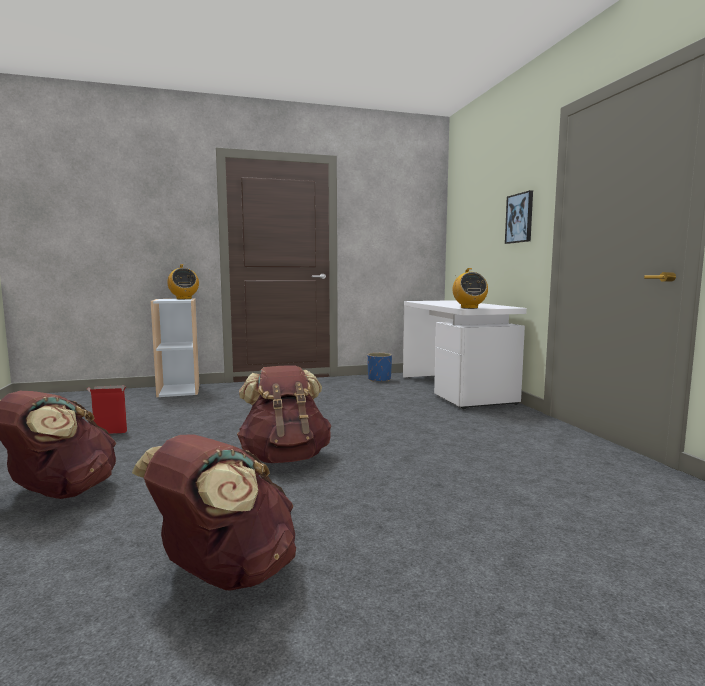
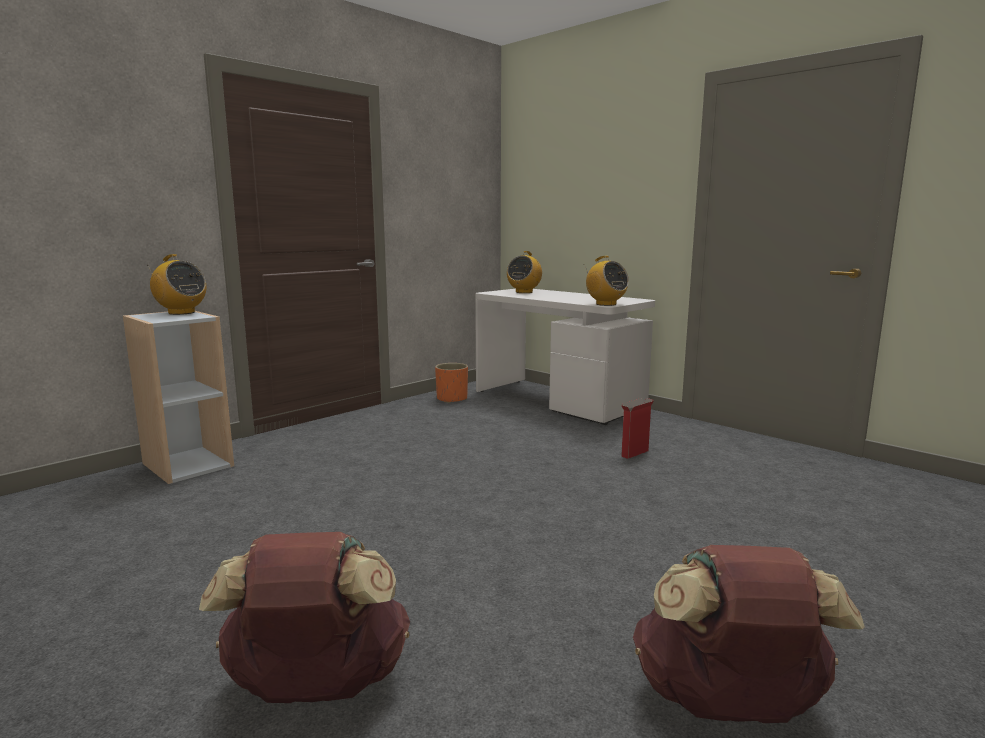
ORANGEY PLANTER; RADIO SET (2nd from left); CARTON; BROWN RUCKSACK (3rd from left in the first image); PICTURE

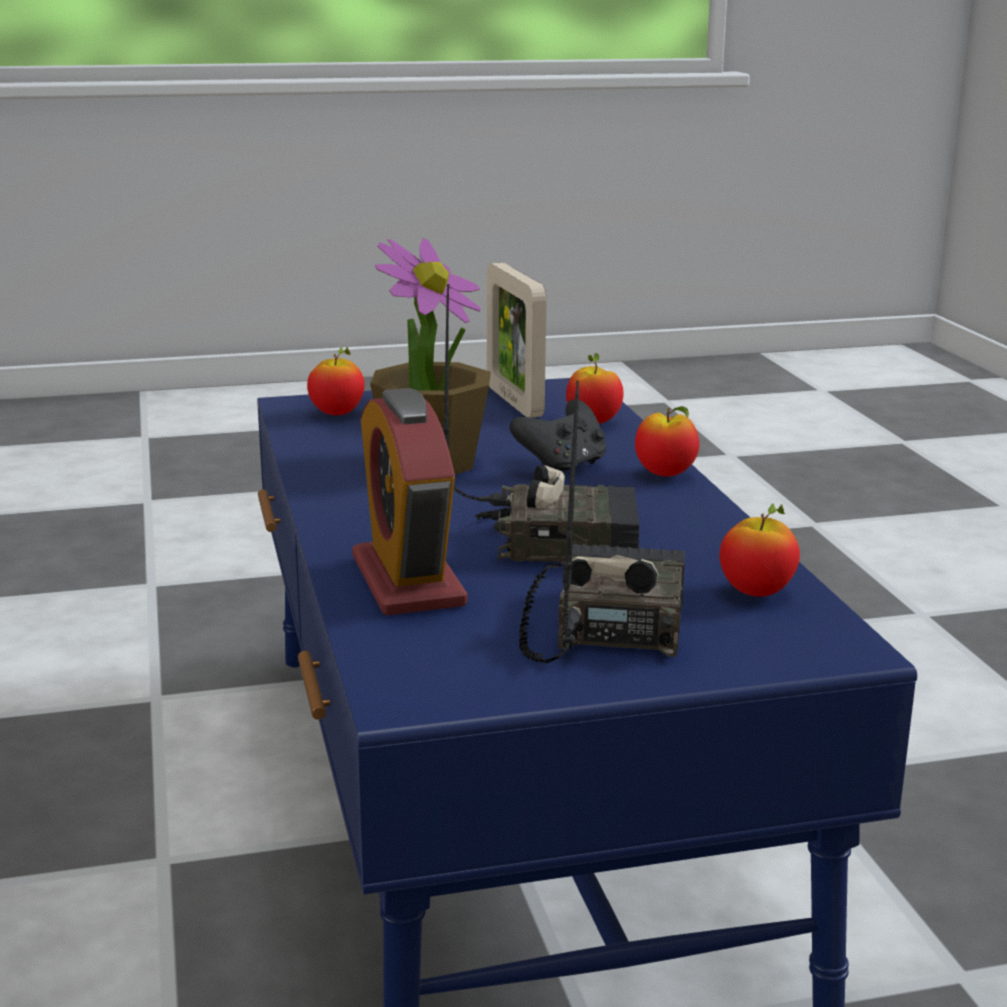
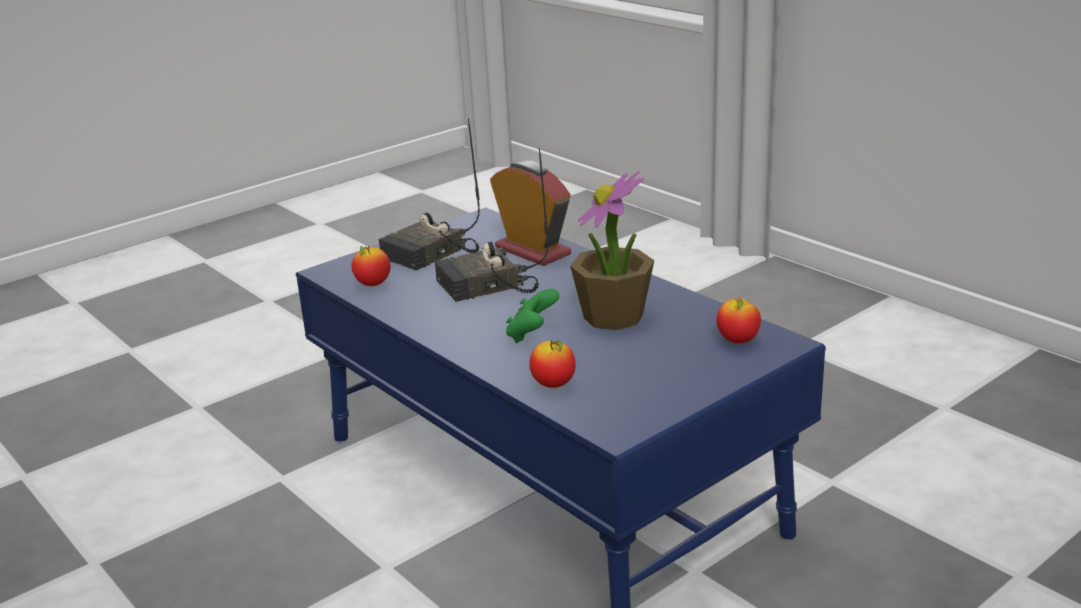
RADIO SET (1st from left); GREENISH GAME CONTROLLER; PHOTO FRAME; APPLE FRUIT (3rd from left in the first image)

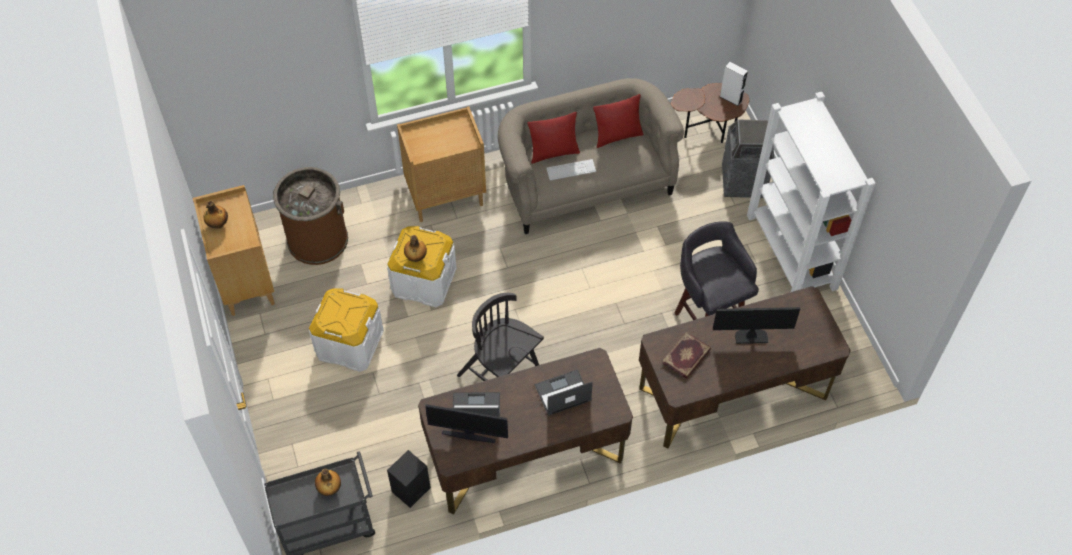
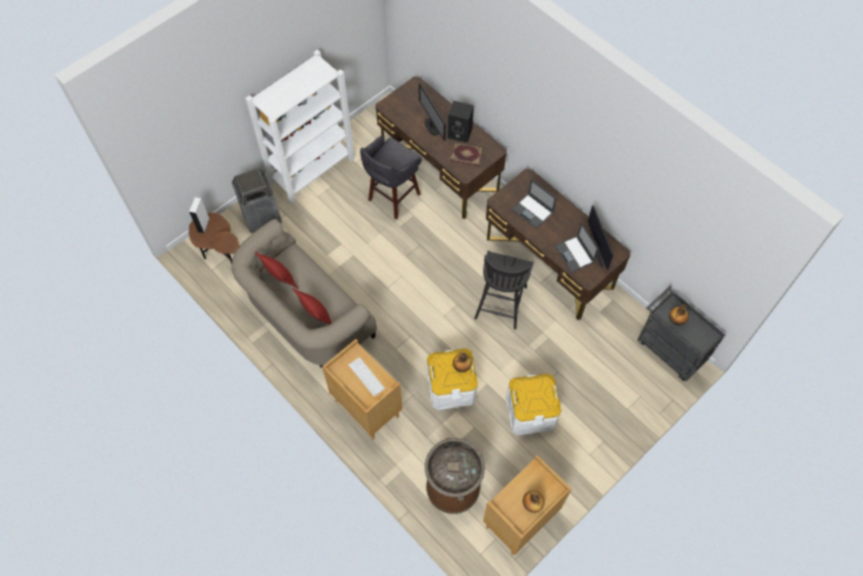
KEYBOARD; BLACKISH SPEAKER

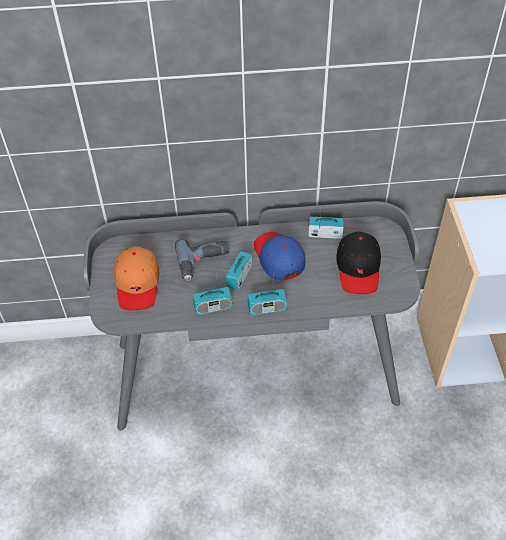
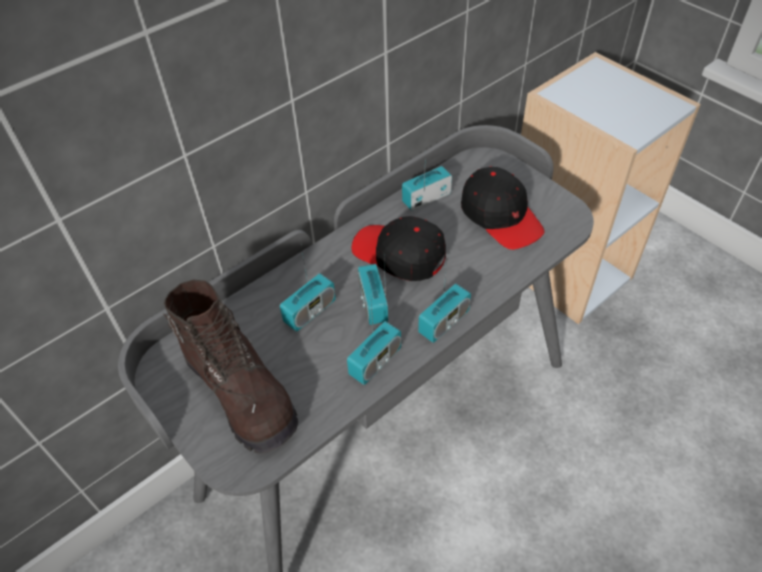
BROWN HIGH-TOP BOOT; RADIO SET (1st from left); BLACKISH CAP (1st from left)

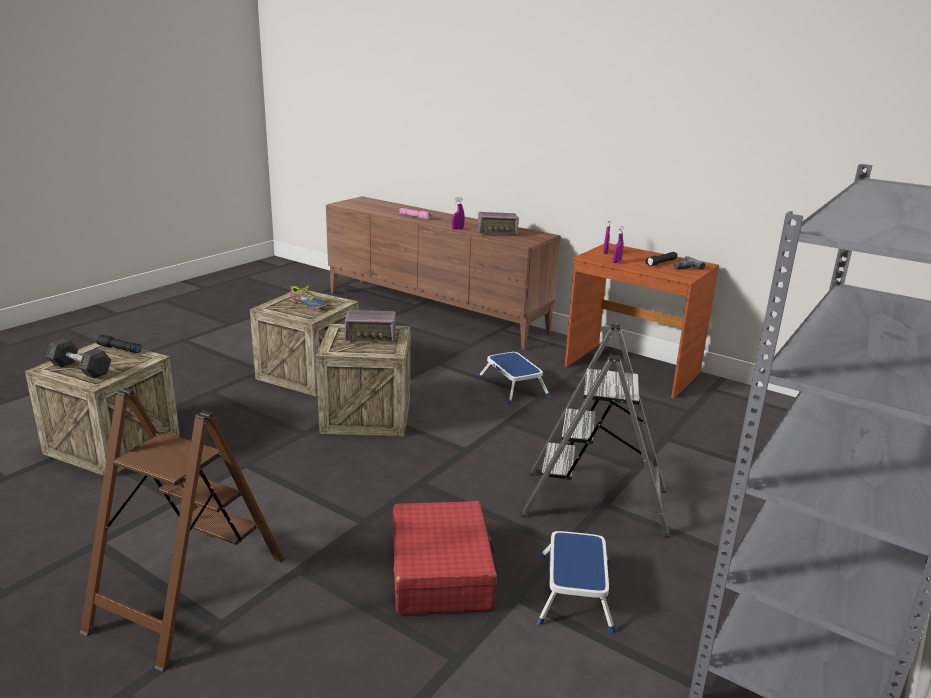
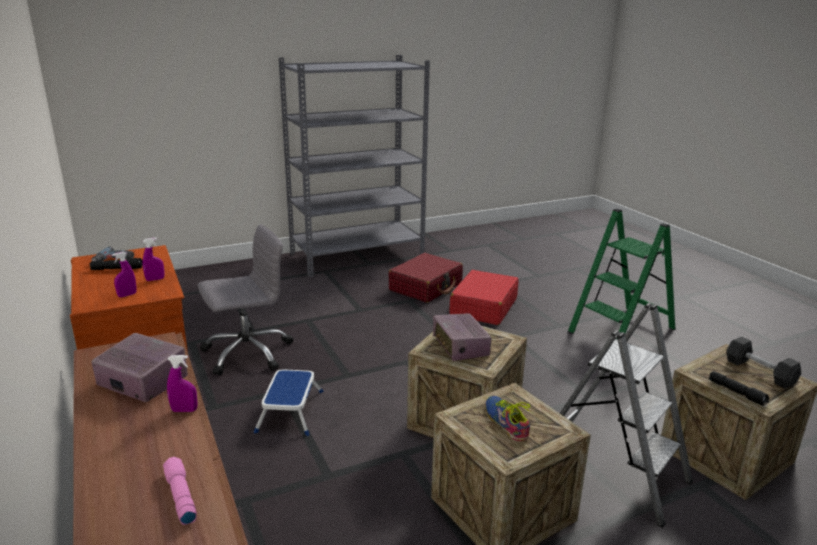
GRAY DESK CHAIR; RED-COLOURED SUITCASE (1st from left); RADIO SET (2nd from left); GRAY STEPLADDER; GREENISH STEPLADDER

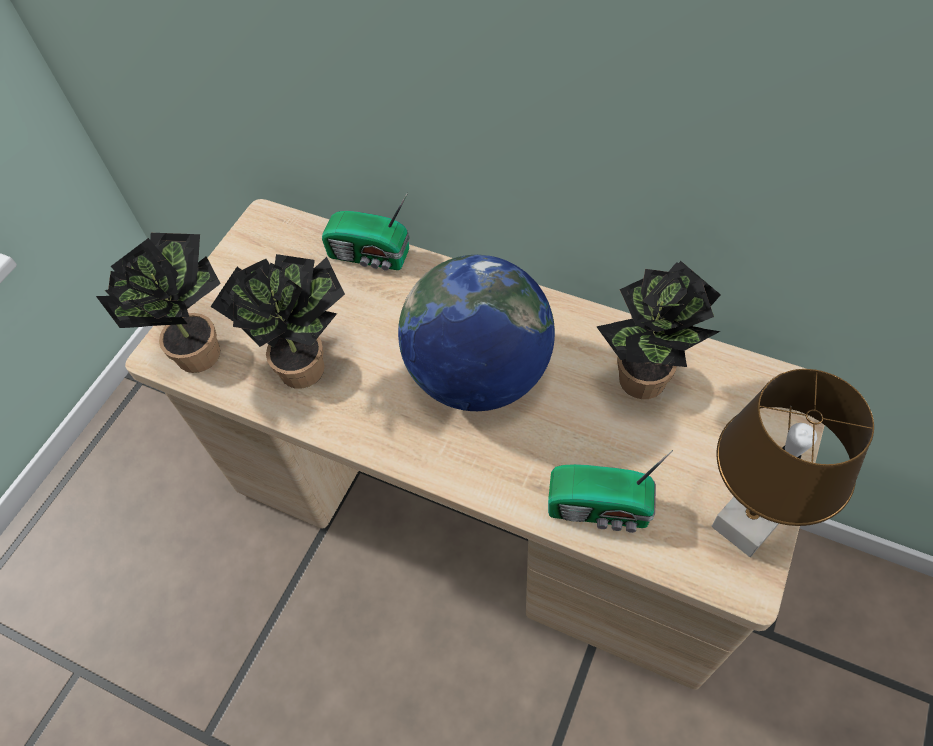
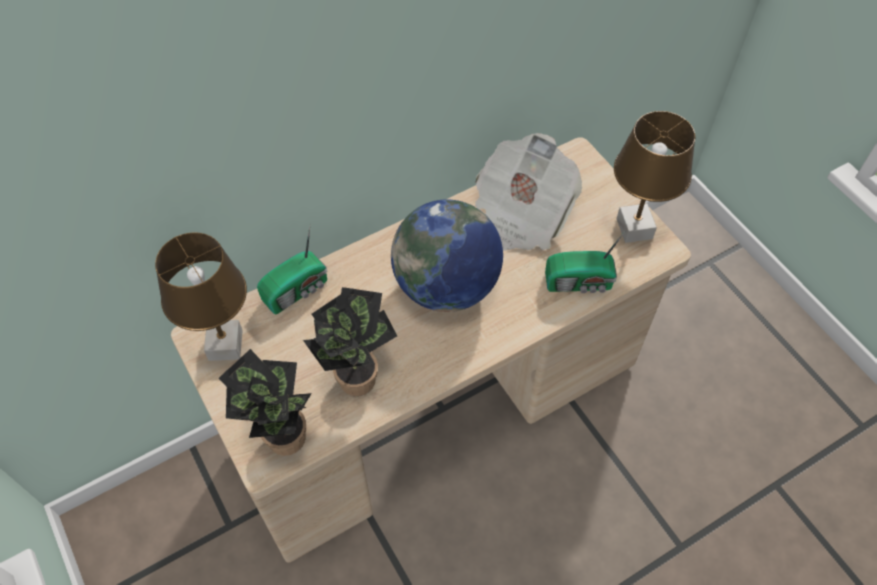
BROWN TABLE LAMP (1st from left); PRINTED PAPER; RADIO SET (2nd from left)

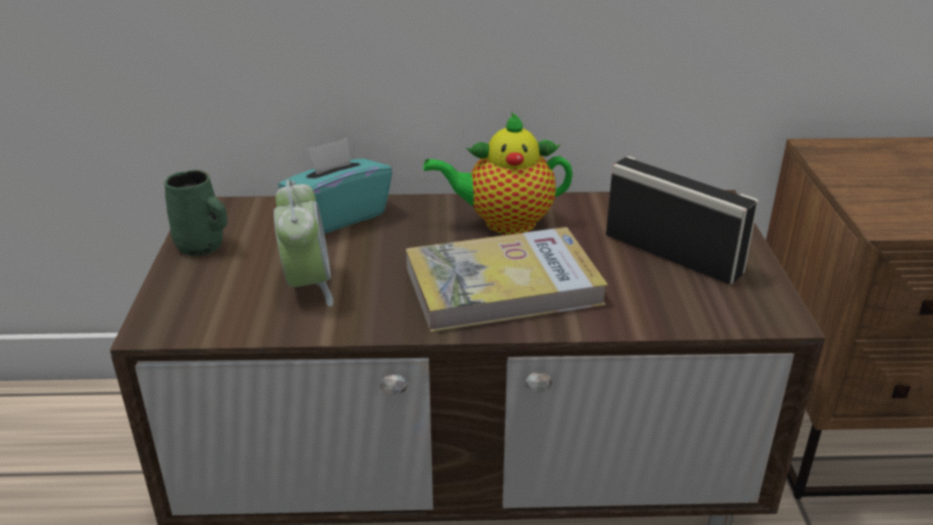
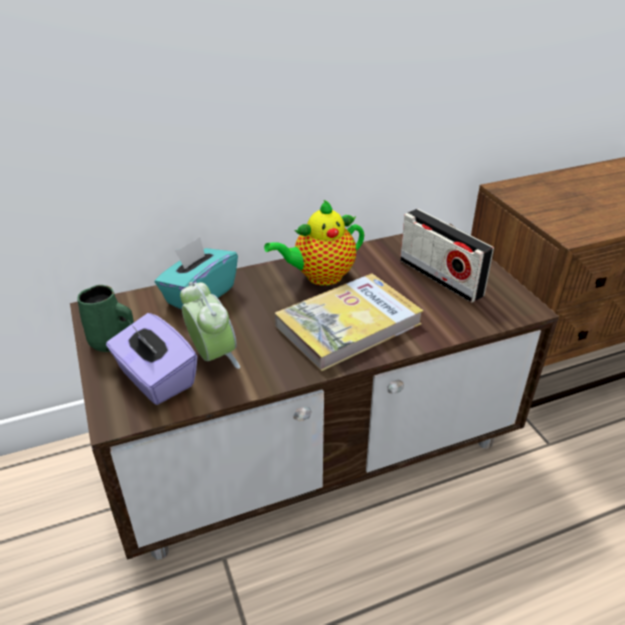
PURPLE-COLOURED BOX OF TISSUES; RADIO SET

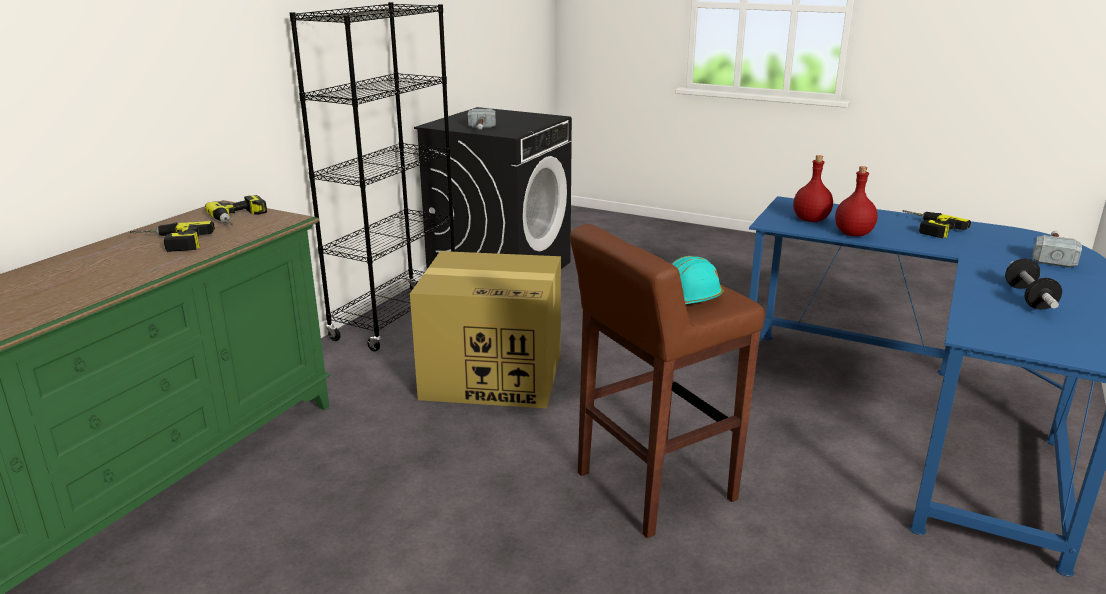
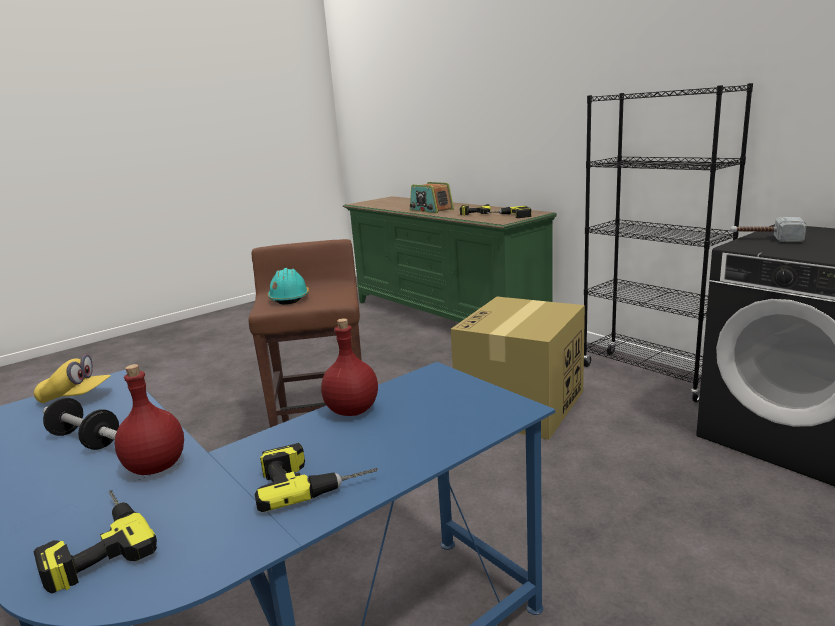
YELLOW-COLOURED CAP; ELECTRIC DRILL (1st from left); RED-COLOURED BOTTLE (1st from left); RADIO SET

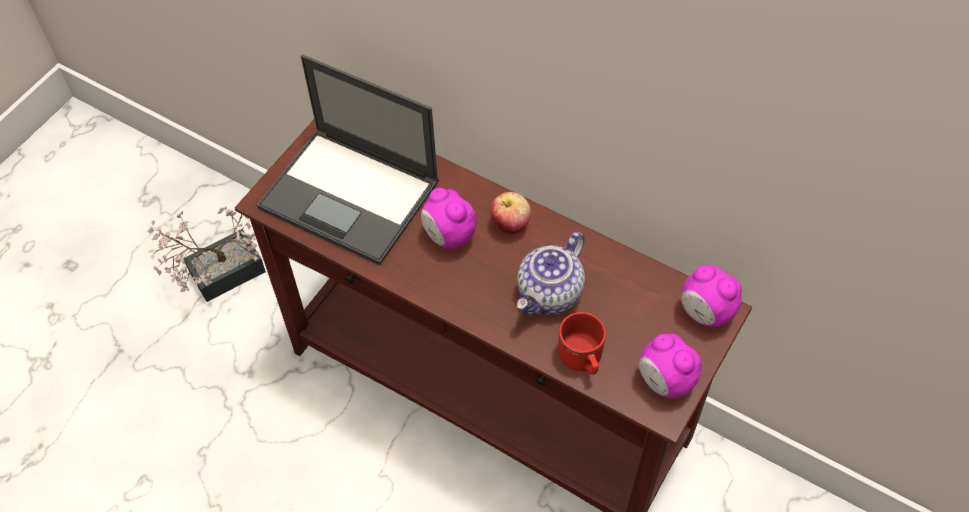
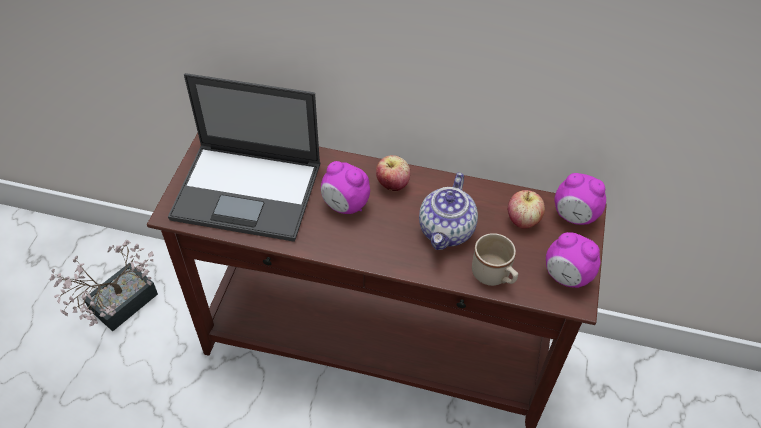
SAND-COLOURED COFFEE MUG; APPLE FRUIT (2nd from left)

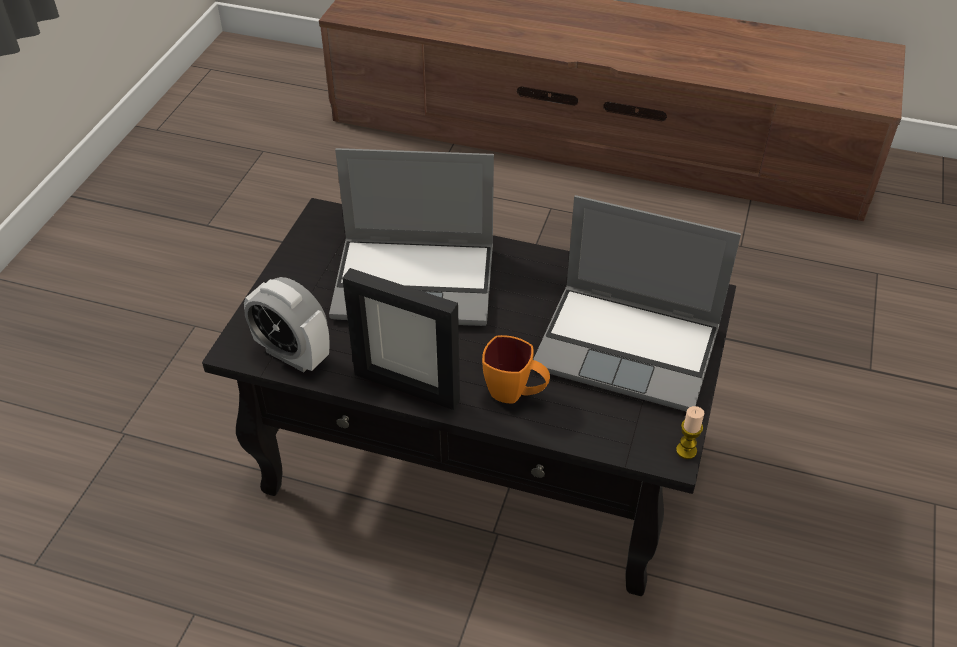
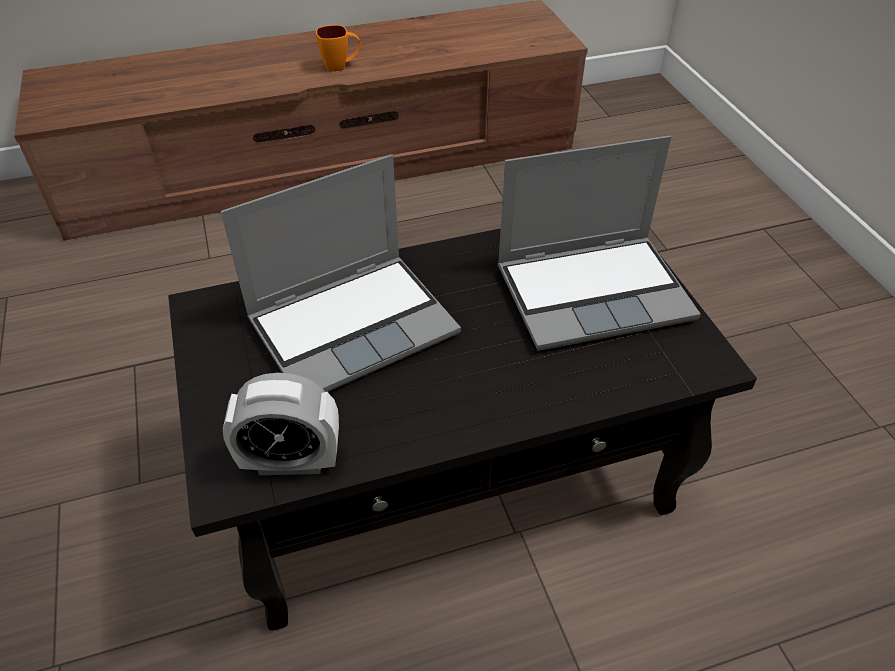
ORANGEY COFFEE MUG; PHOTO FRAME; WAX CANDLE

